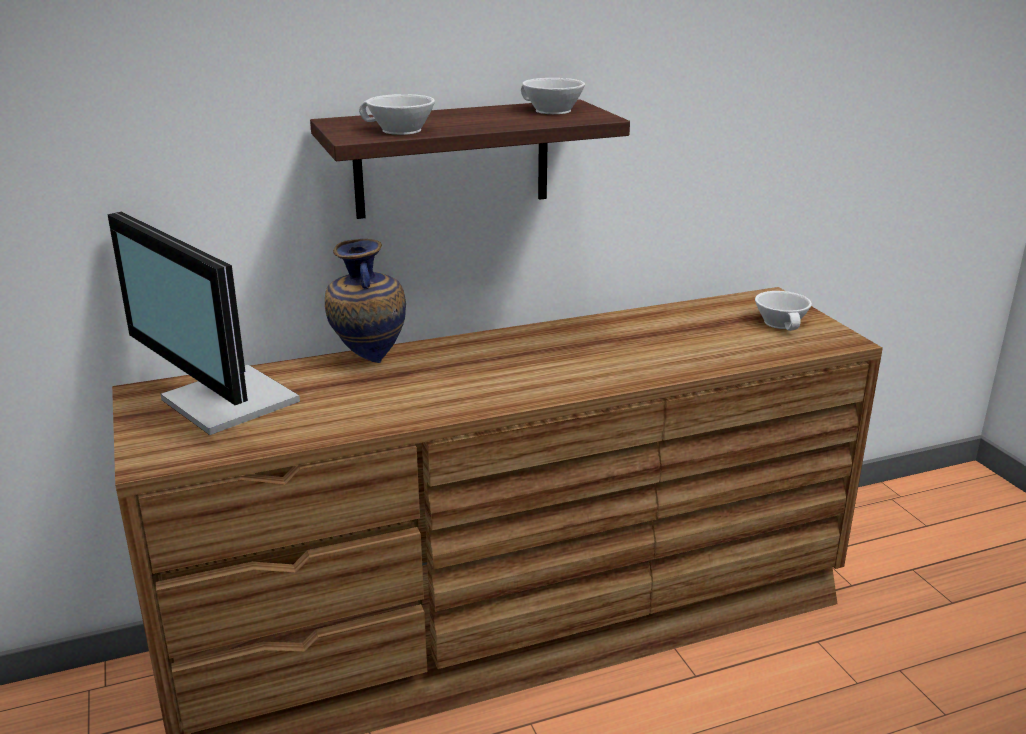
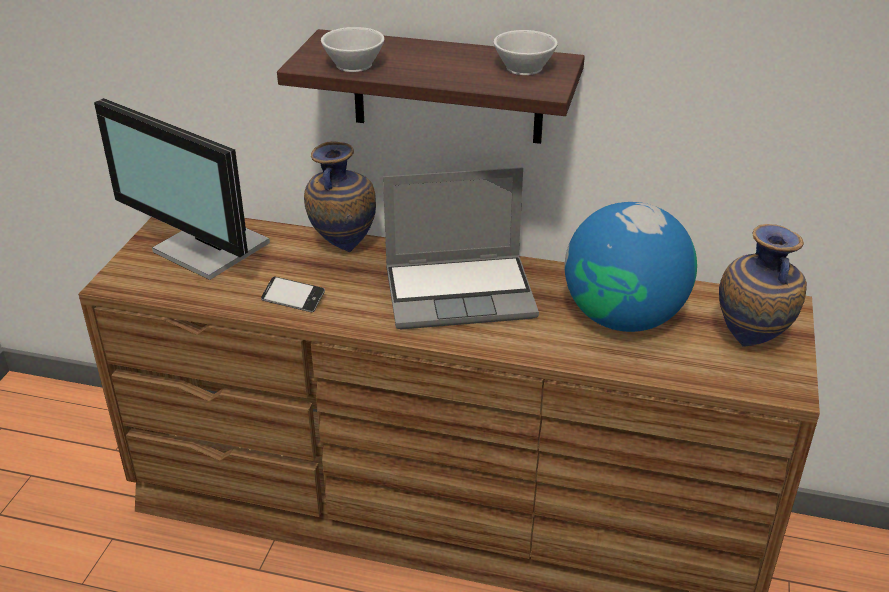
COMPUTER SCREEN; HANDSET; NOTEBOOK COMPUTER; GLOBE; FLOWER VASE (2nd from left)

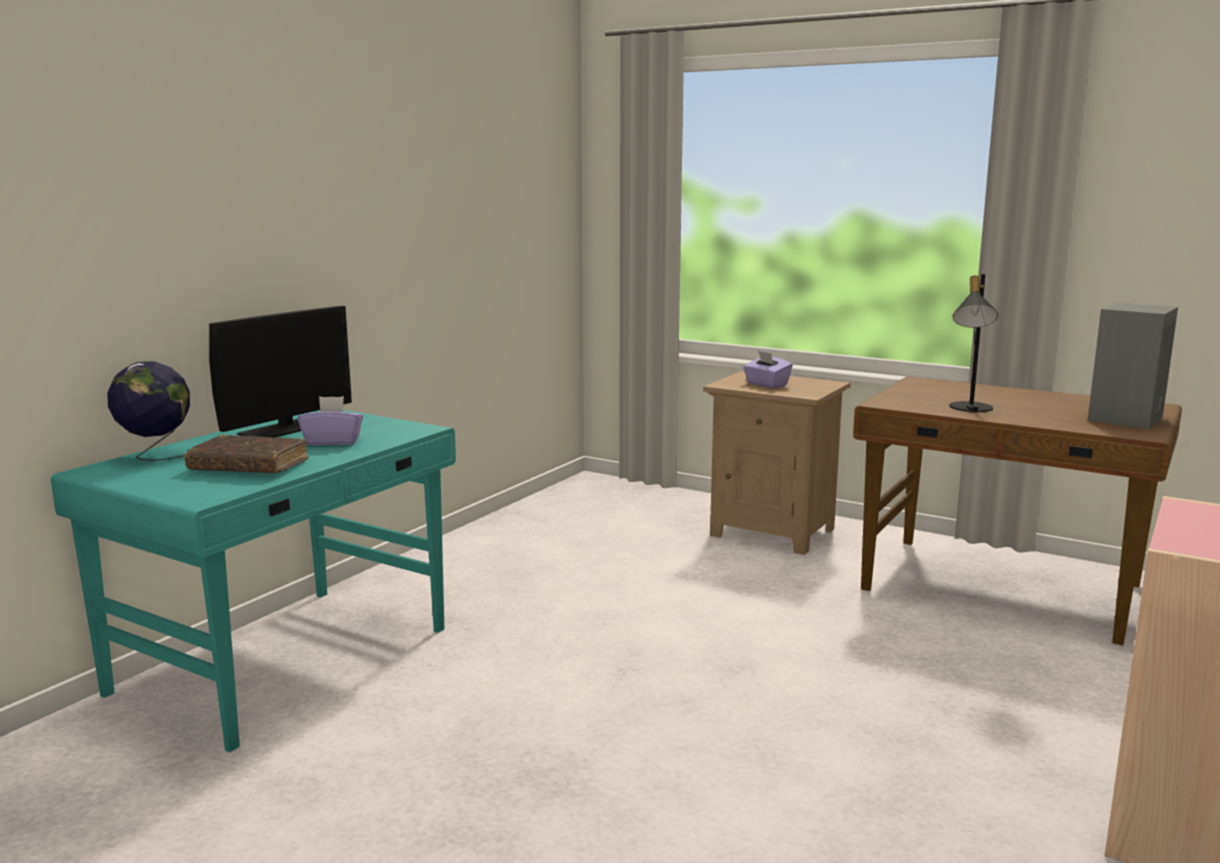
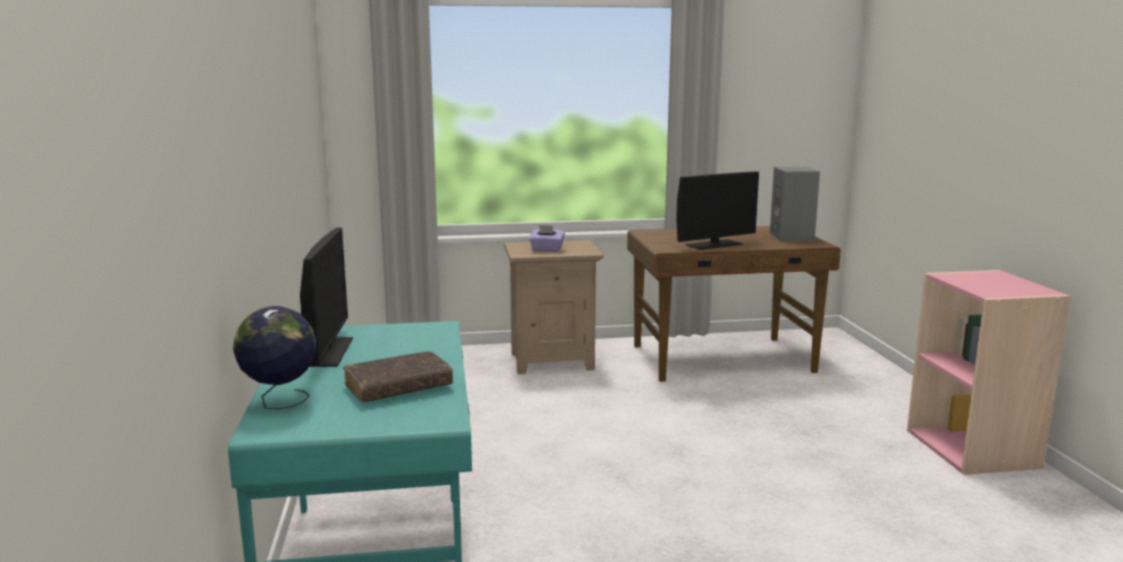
COMPUTER SCREEN (2nd from left); PURPLE-COLOURED BOX OF TISSUES (1st from left in the first image)

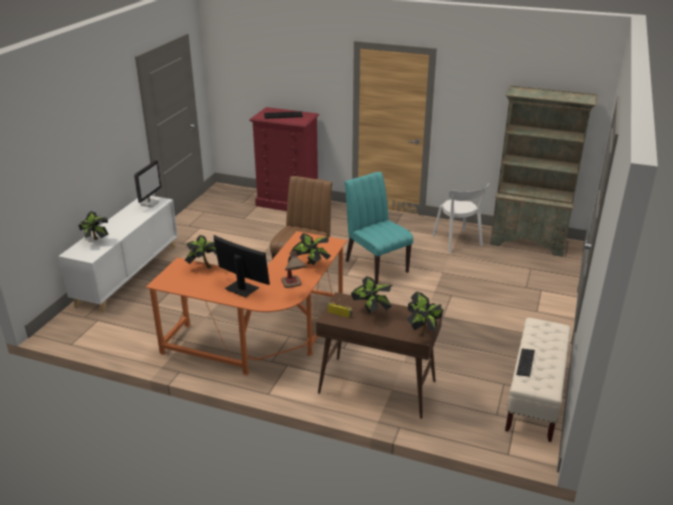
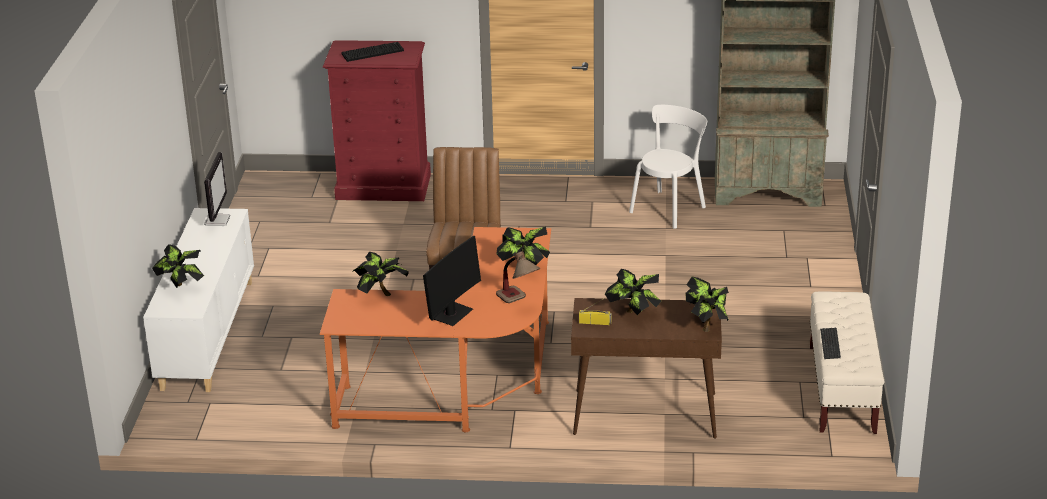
COMPUTER SCREEN (2nd from left); WHITE PLAIN CHAIR; TURQUOISE PLAIN CHAIR

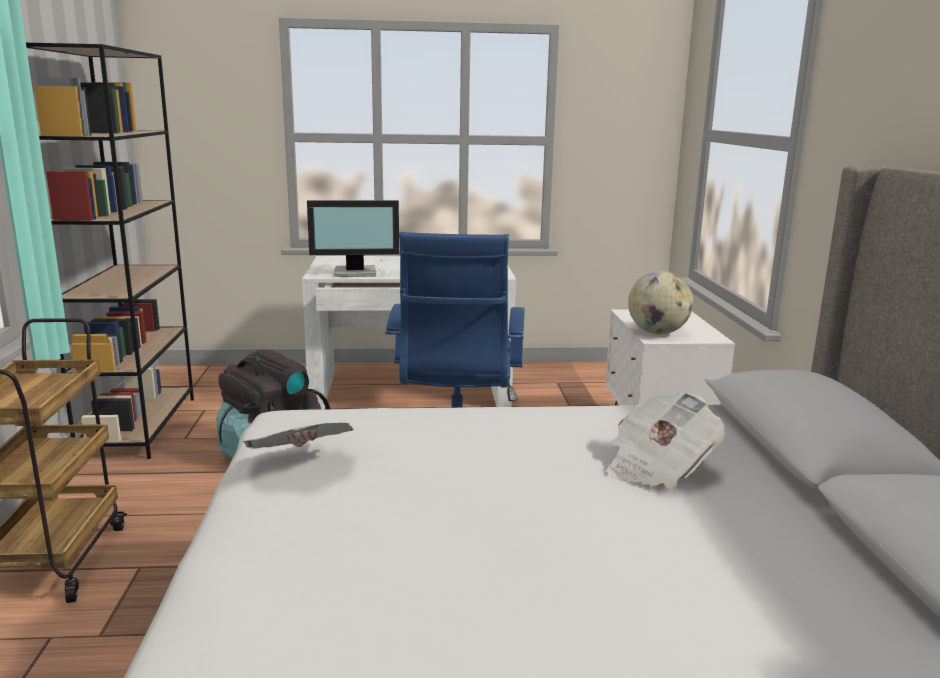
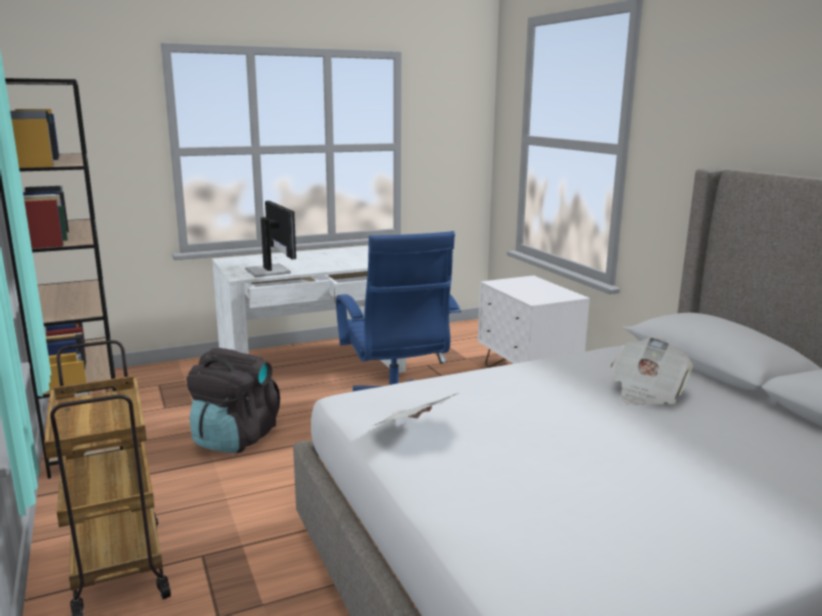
COMPUTER SCREEN; GLOBE

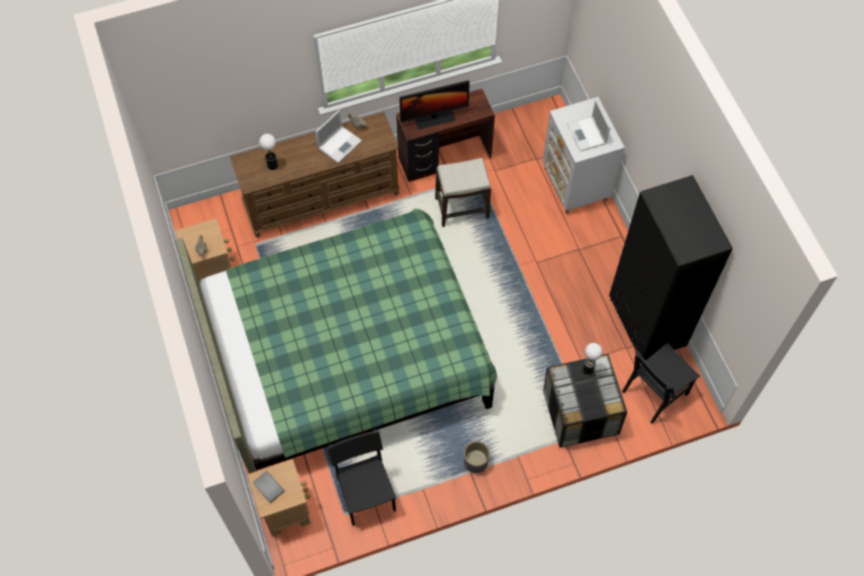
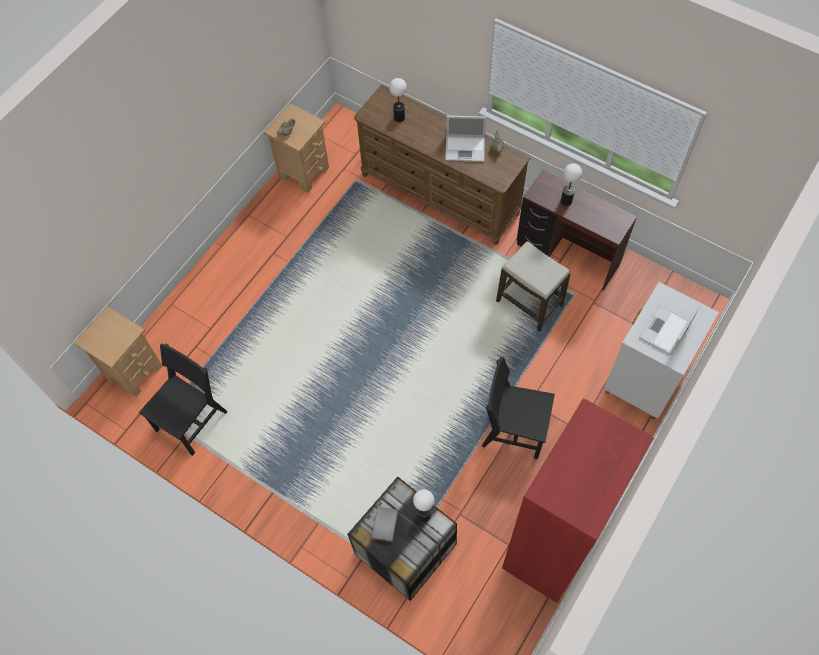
GRAY VOLUME; BLACKISH PLAIN CHAIR (2nd from left); RED-COLOURED CLOTHES CUPBOARD; TABLE LAMP (3rd from left); GREENISH BEDROOM BED; GRAY PLANTER

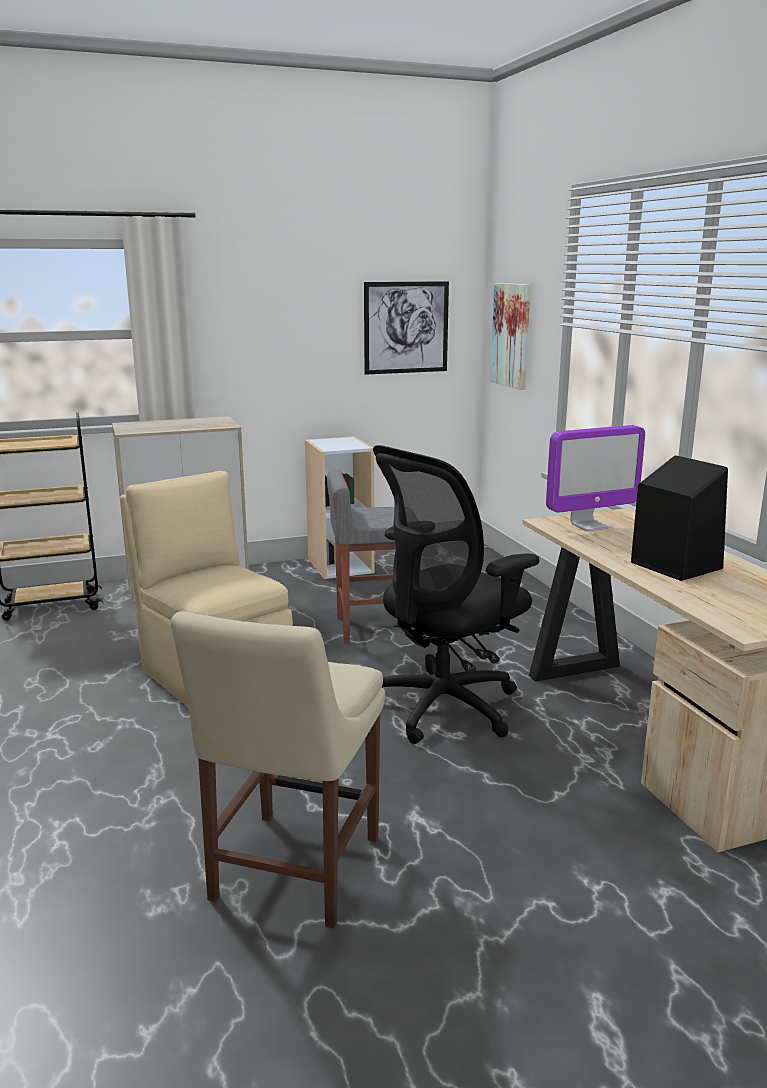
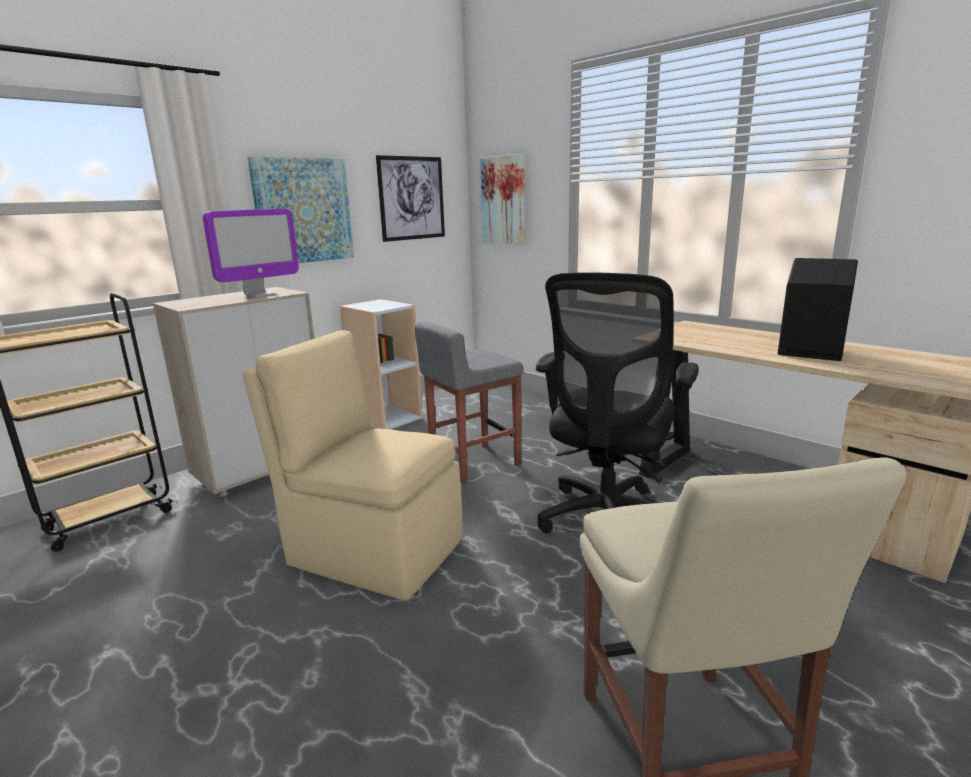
COMPUTER SCREEN; PICTURE (1st from left)

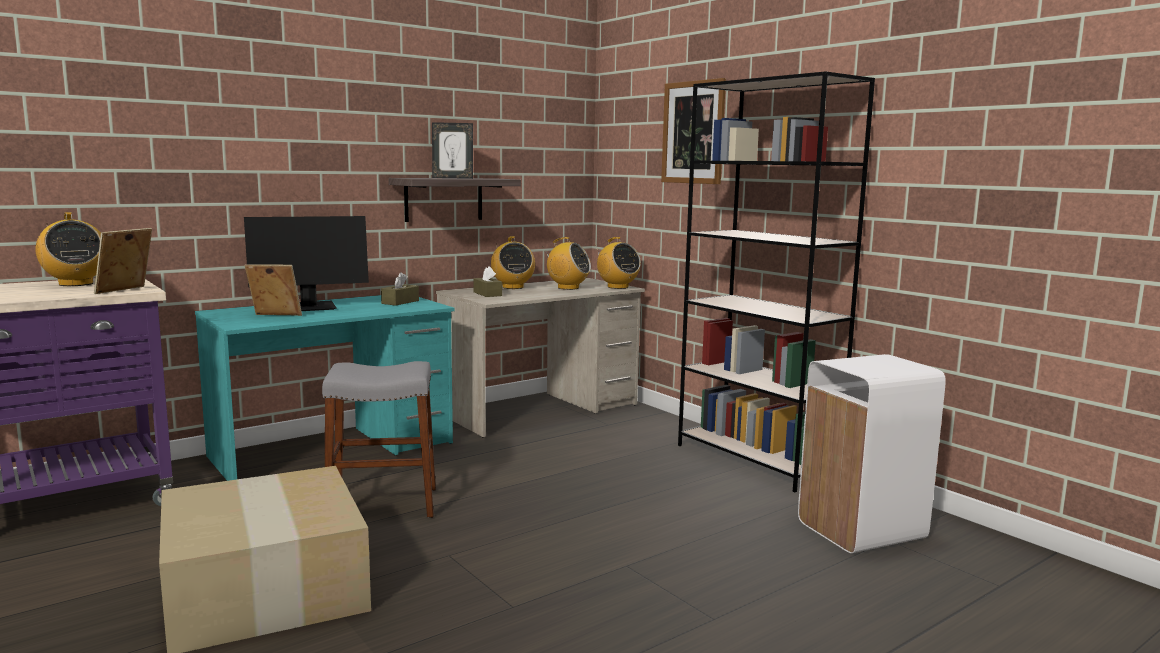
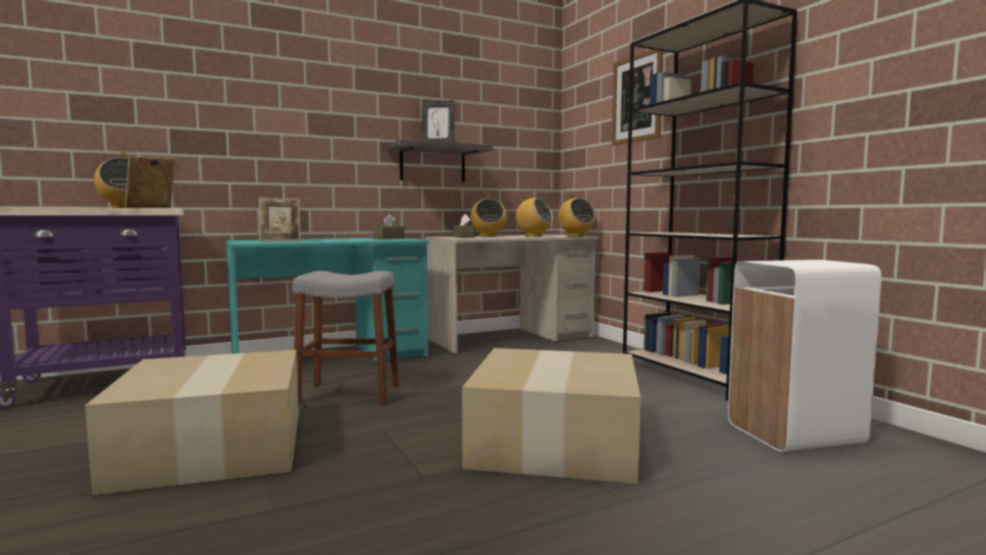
PHOTO FRAME (2nd from left); CARTON (2nd from left); COMPUTER SCREEN

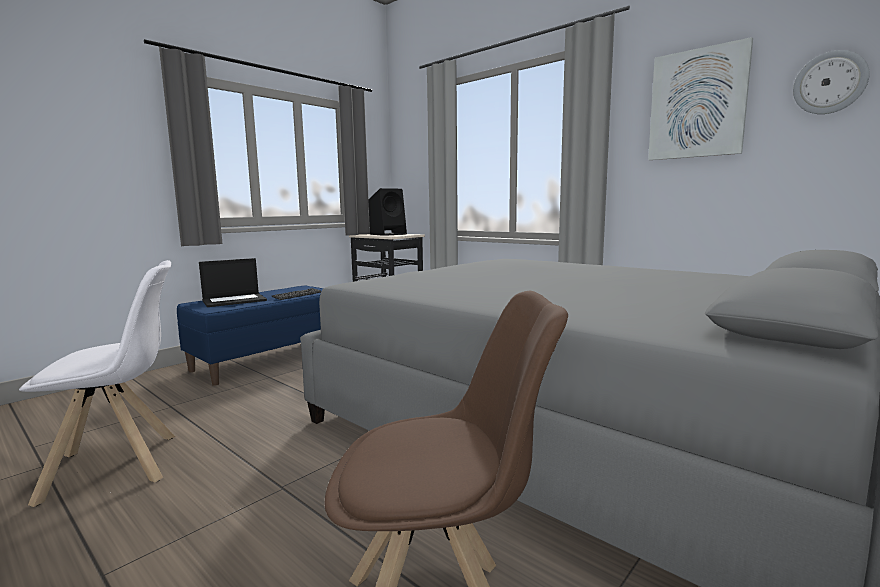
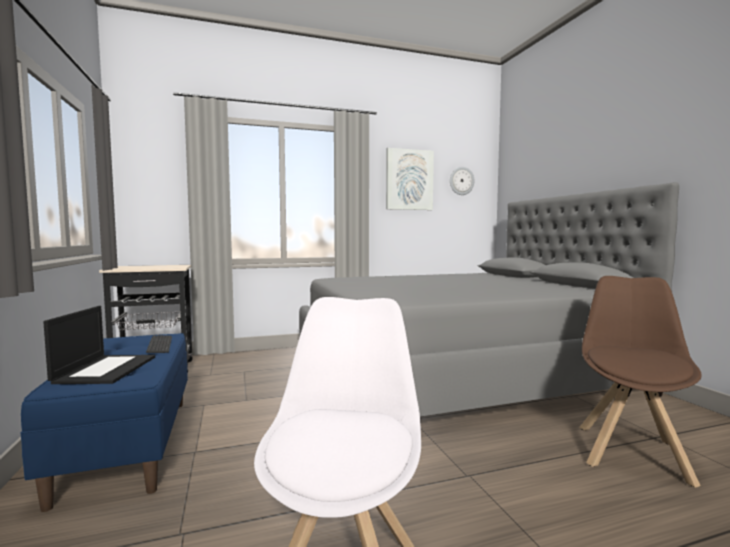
BLACKISH SPEAKER

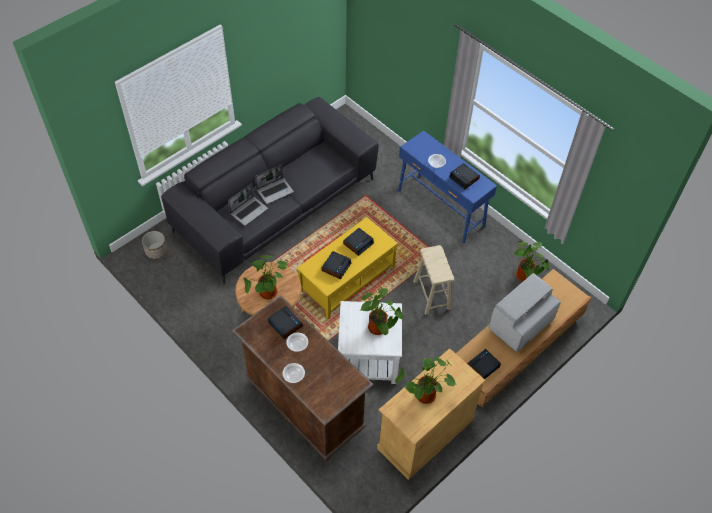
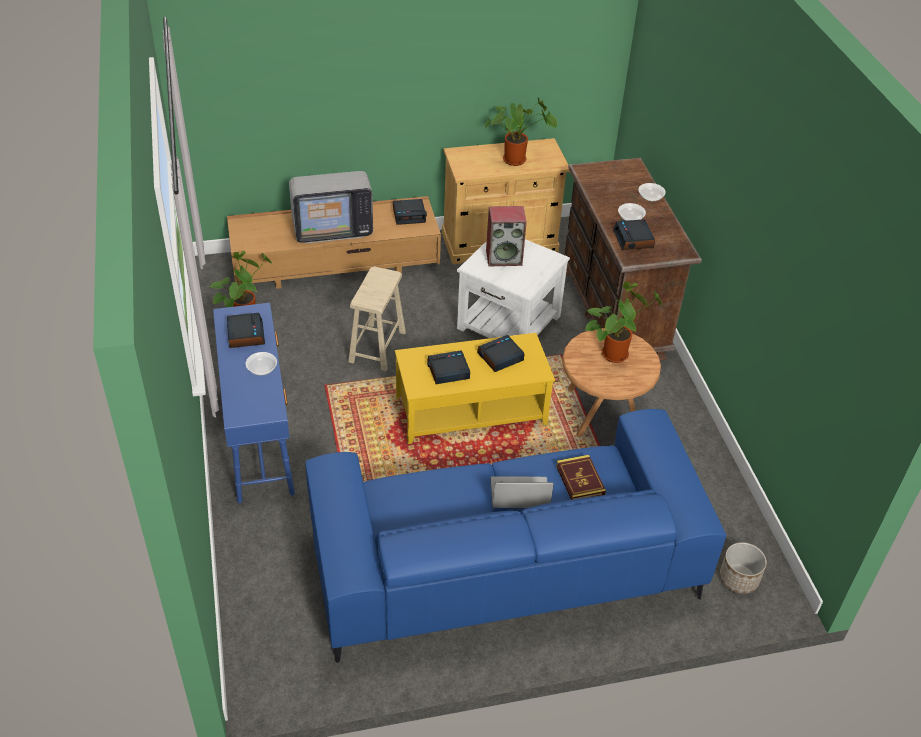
BLUISH SOFA; SPEAKER; VOLUME

